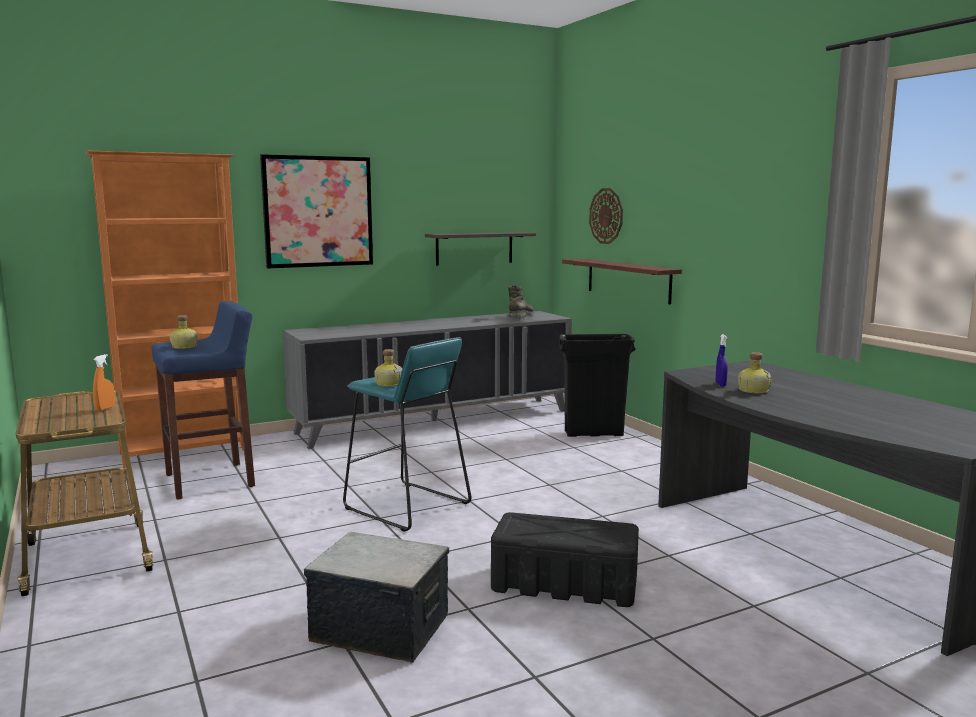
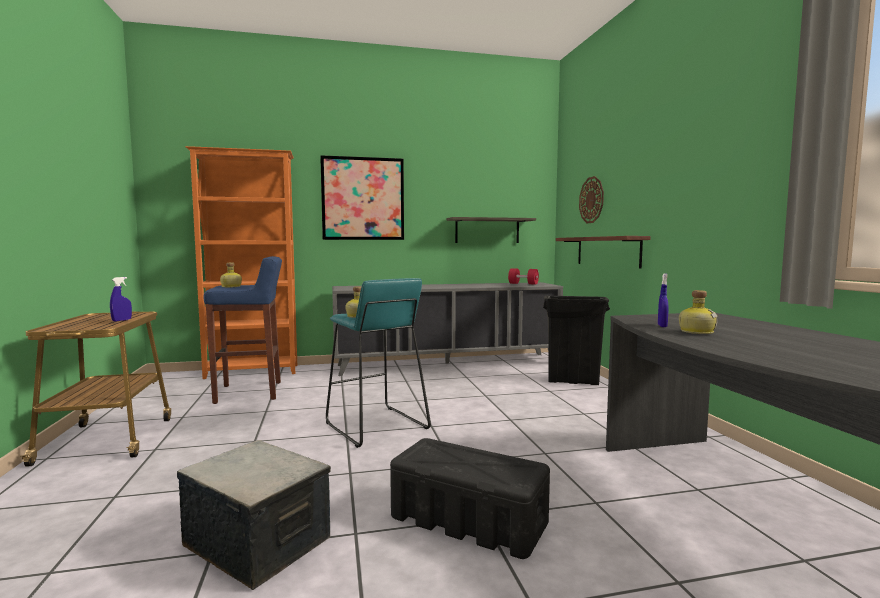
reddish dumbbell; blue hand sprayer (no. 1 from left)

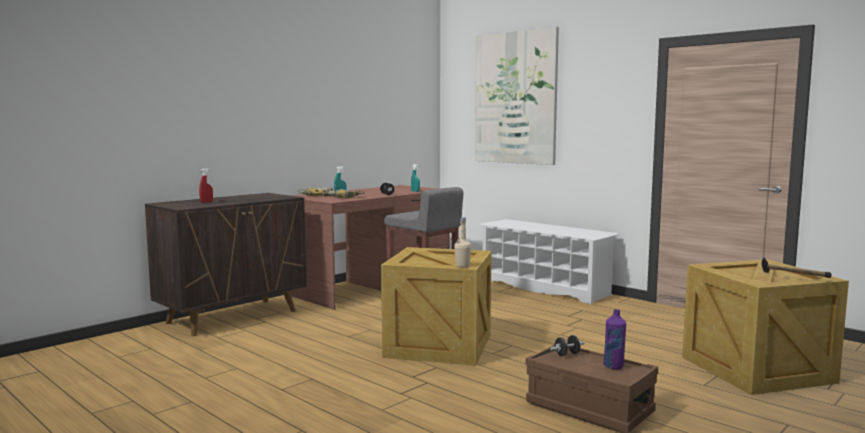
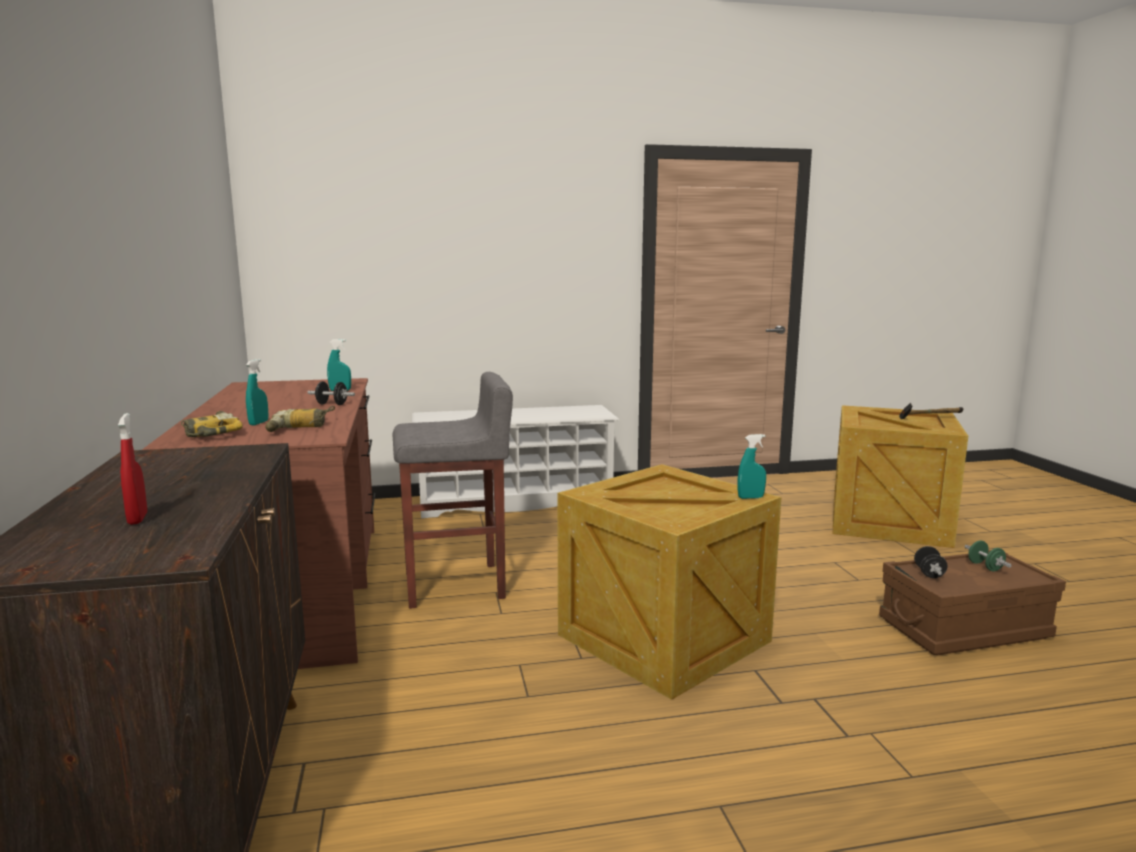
wall art; turquoise-coloured hand sprayer (no. 3 from left); green dumbbell

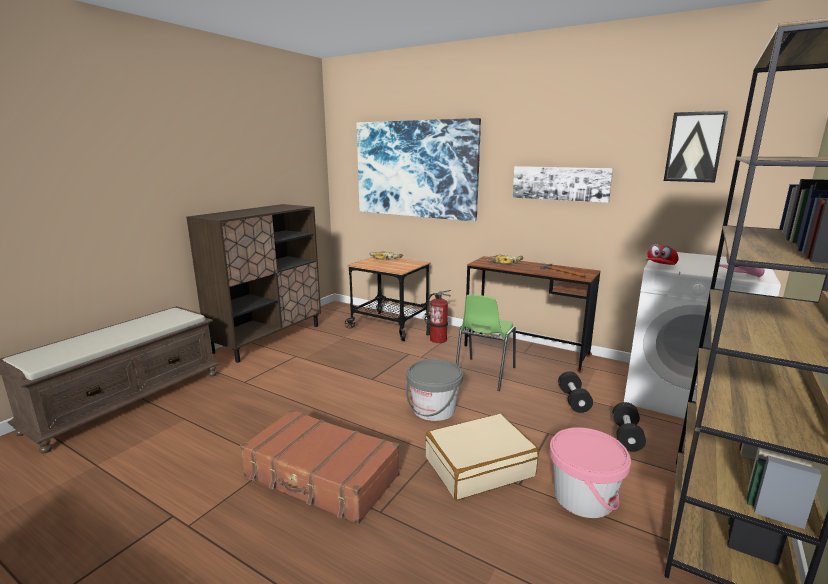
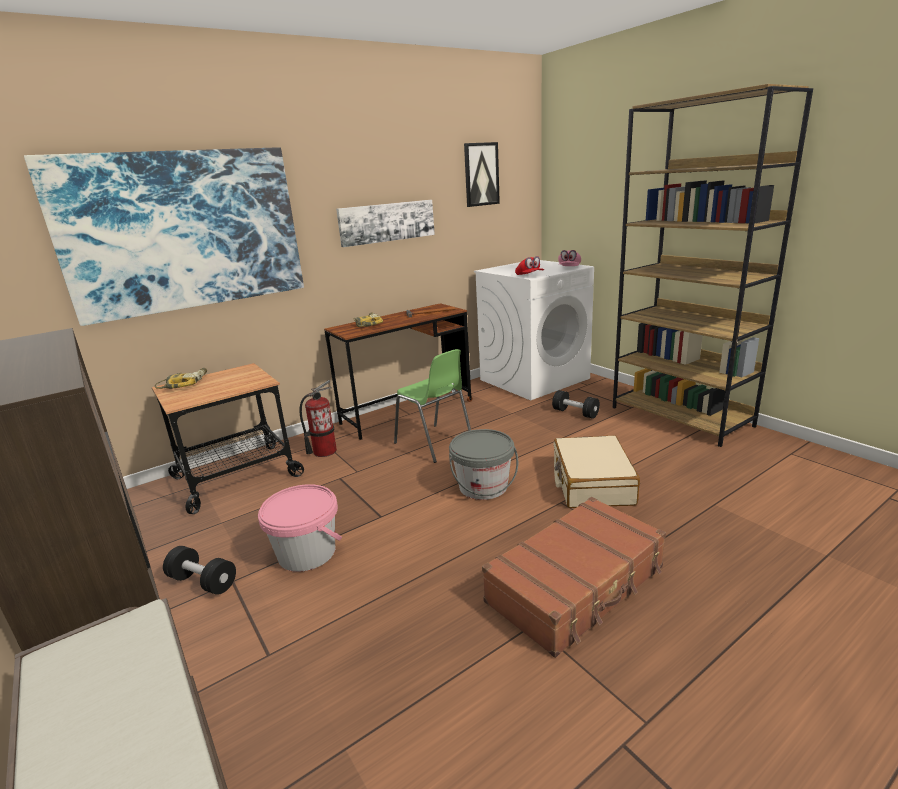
black dumbbell (no. 1 from left); pink bucket

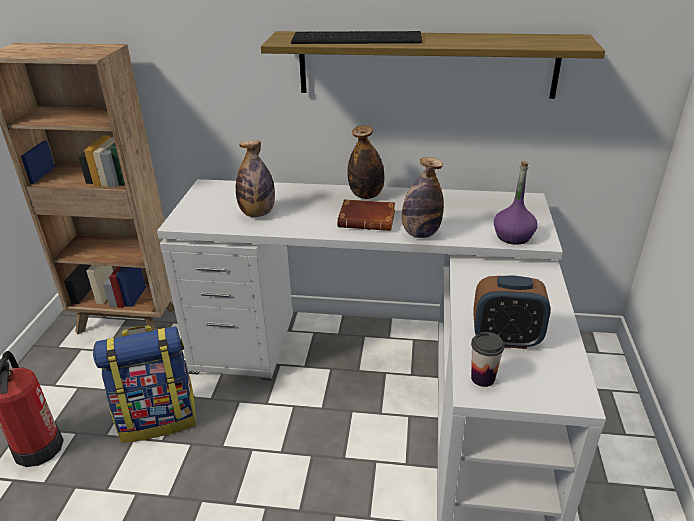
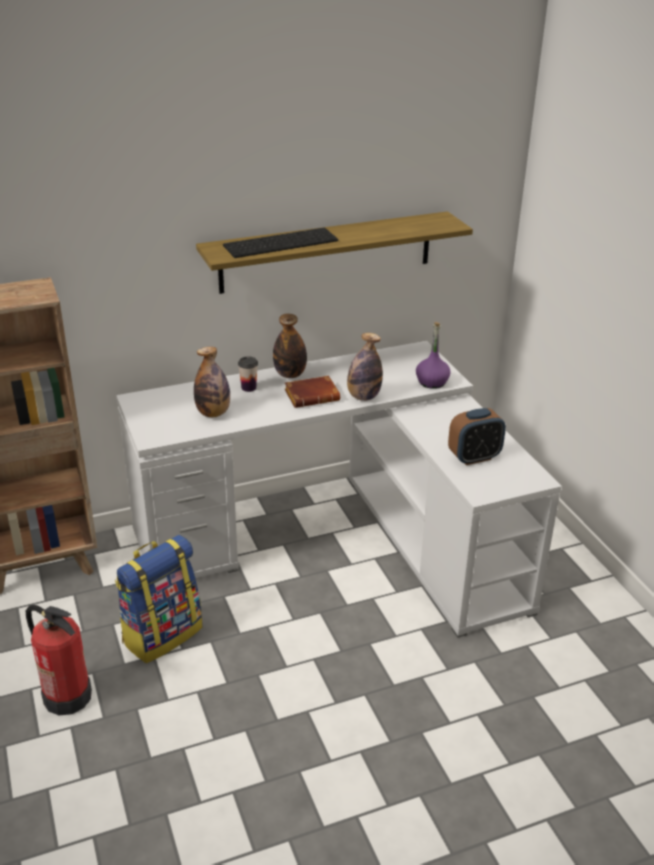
drinking cup

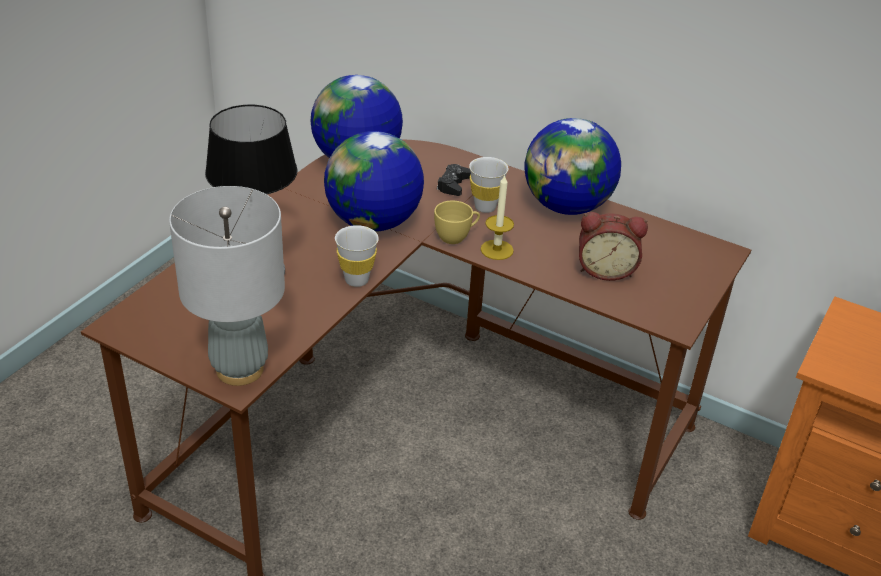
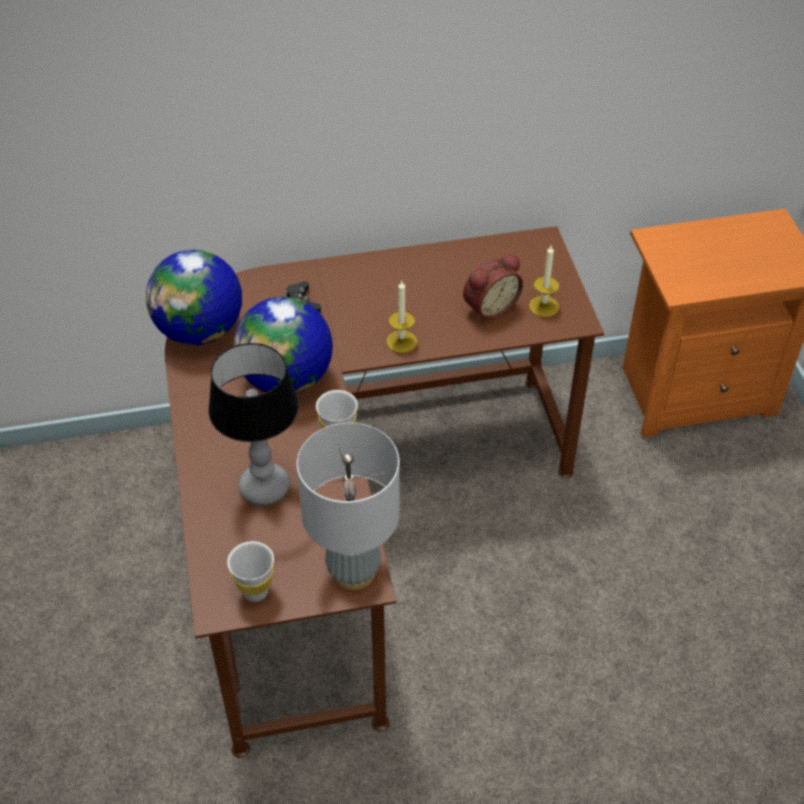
globe (no. 3 from left in the first image); whitish drinking cup (no. 1 from left); yellowish drinking cup; wax candle (no. 2 from left)

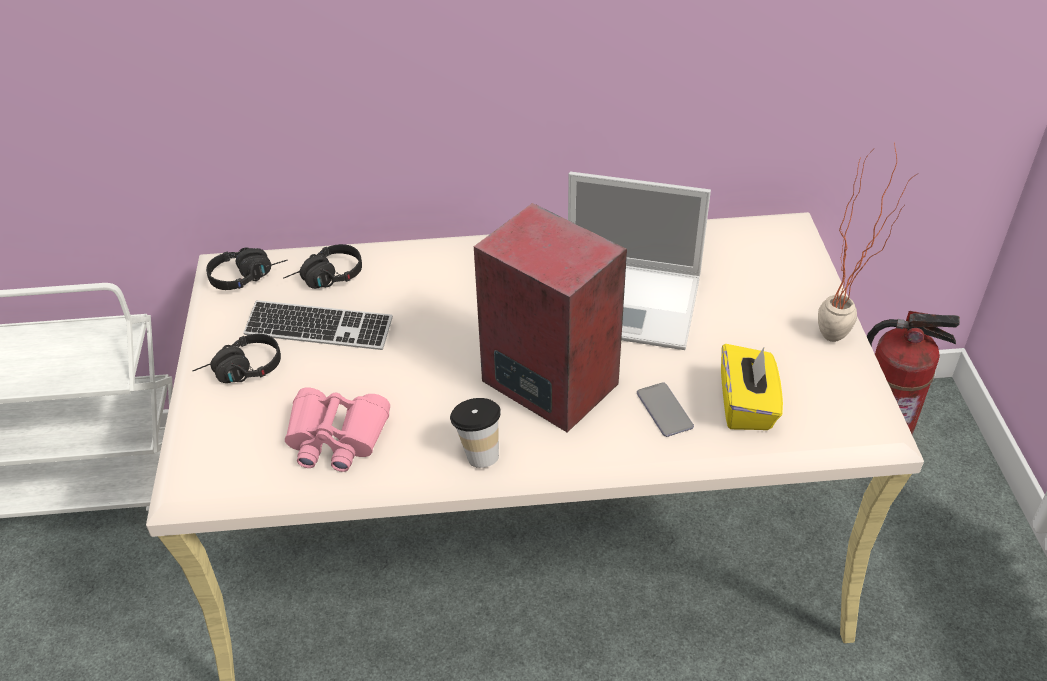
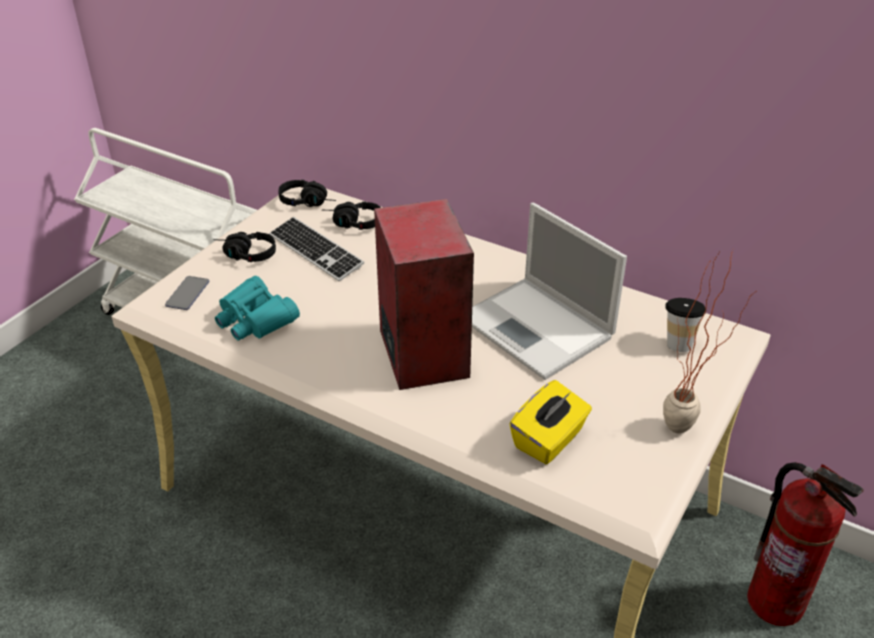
handset; turquoise-coloured field glasses; drinking cup

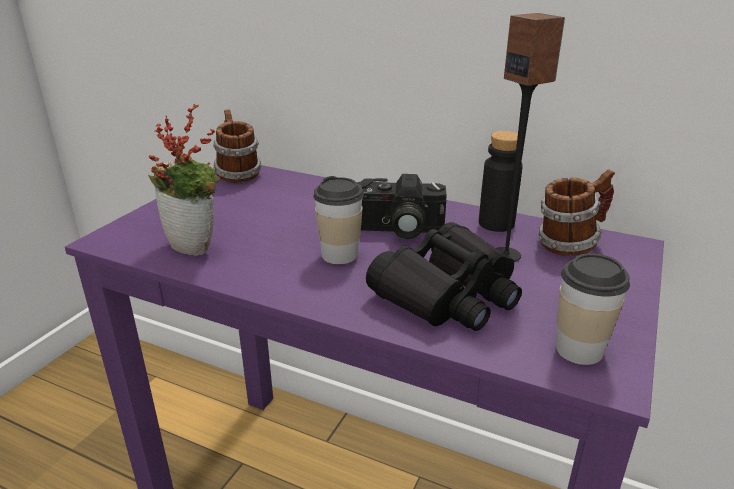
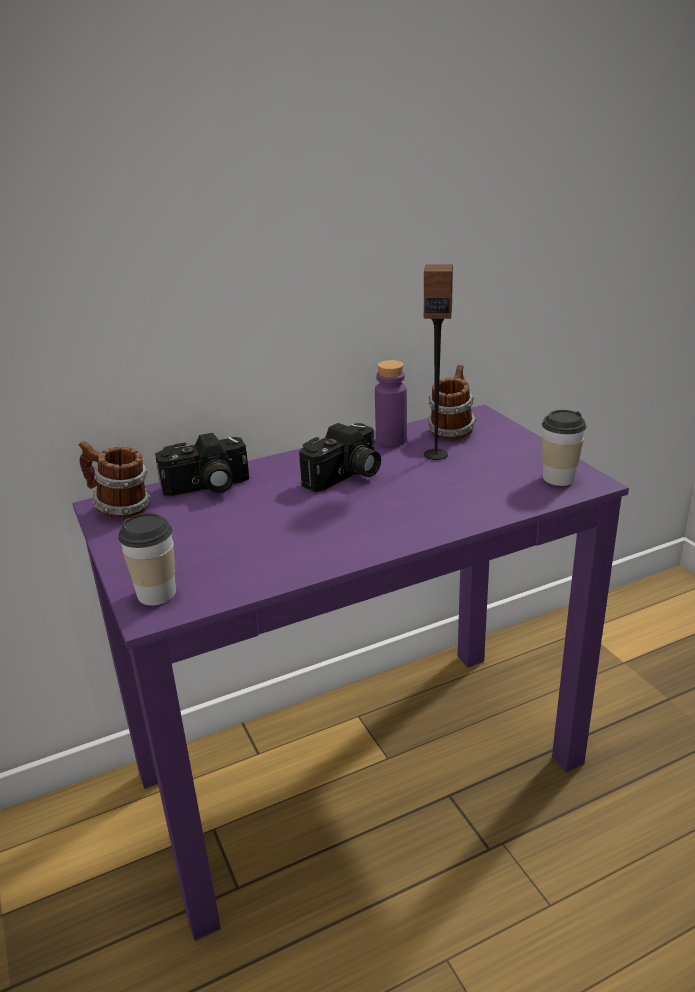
potted plant; purple drink bottle; drinking cup (no. 1 from left); black field glasses; photo camera (no. 1 from left)

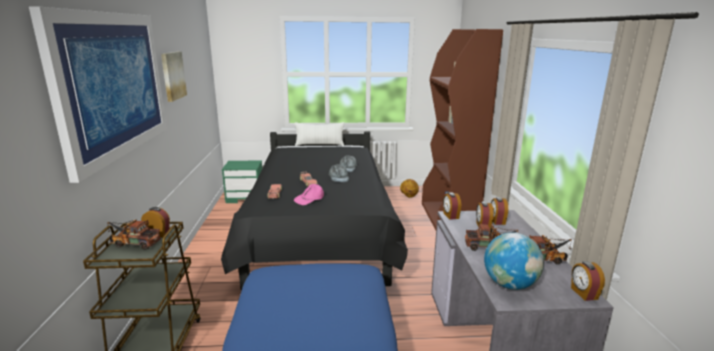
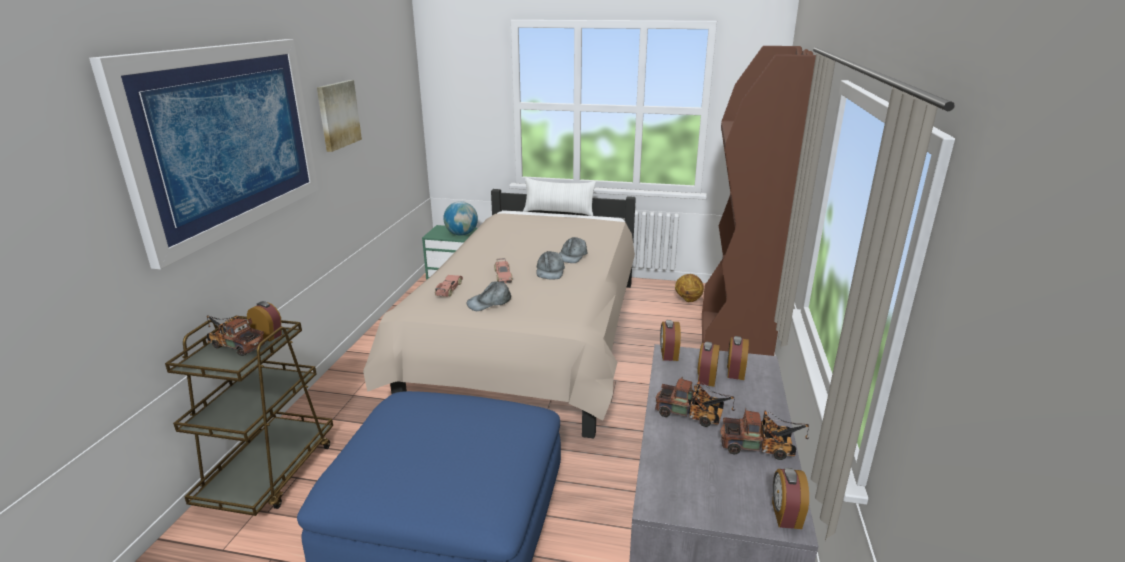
sand-coloured bed; gray cap (no. 1 from left); globe

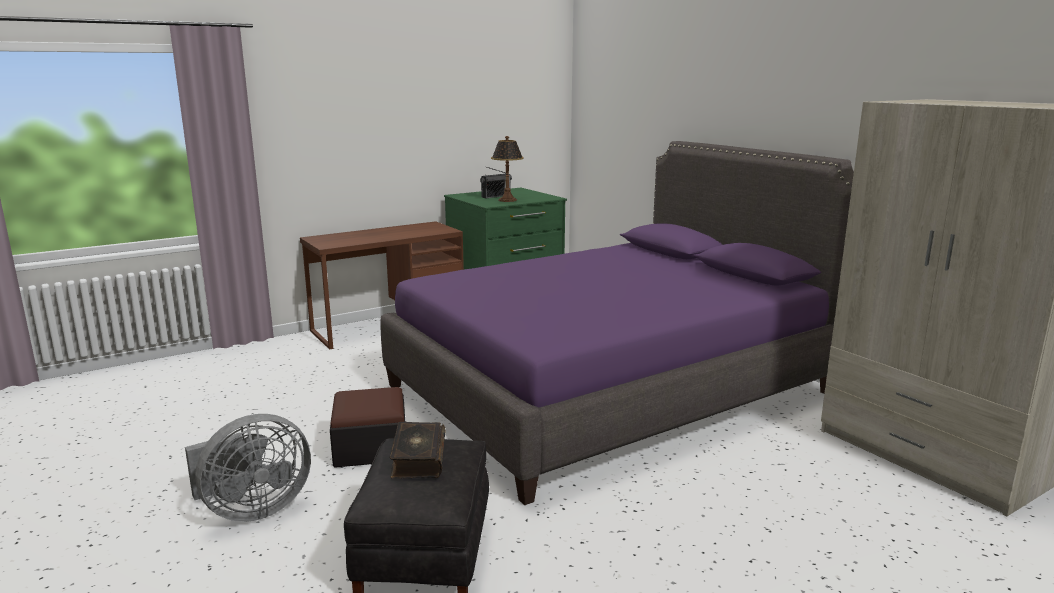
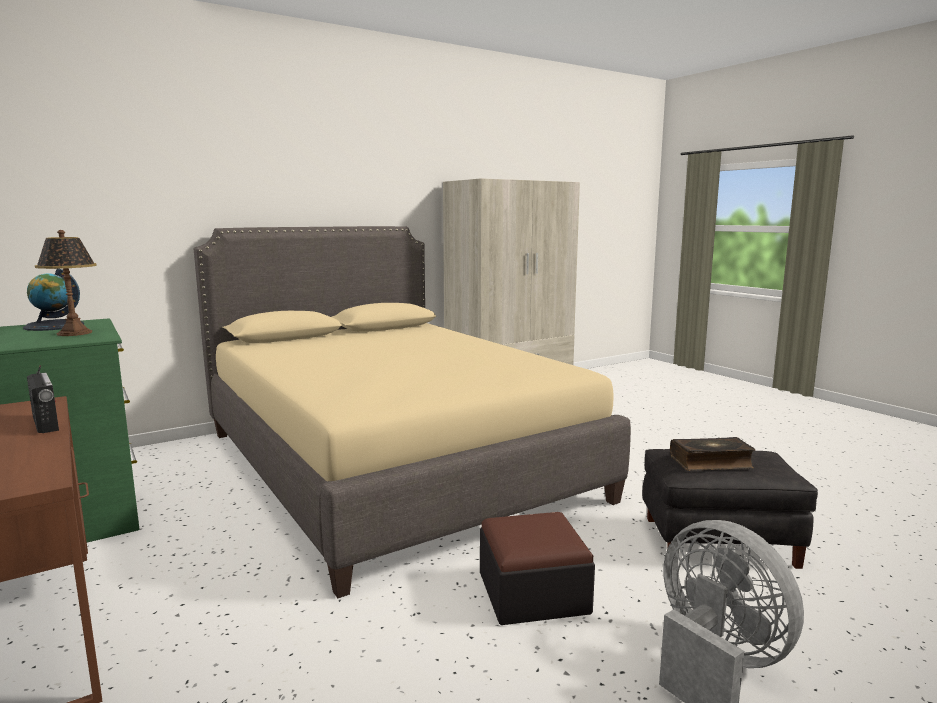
sand-coloured bed; radio; globe

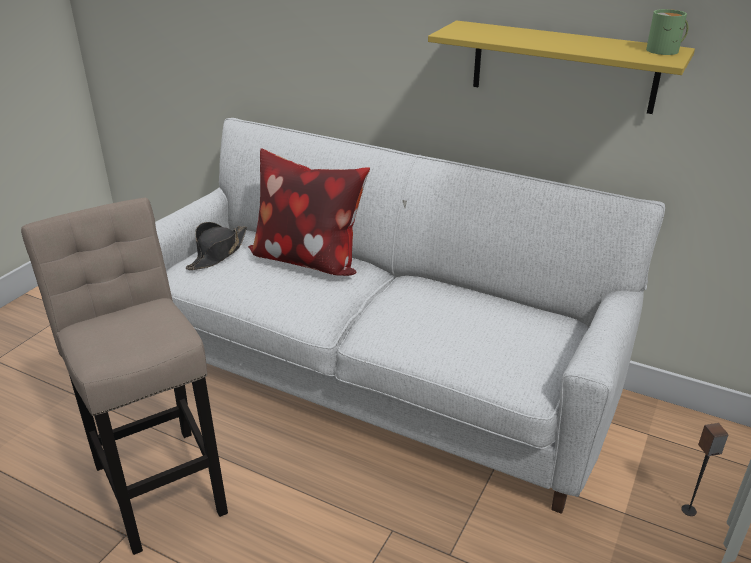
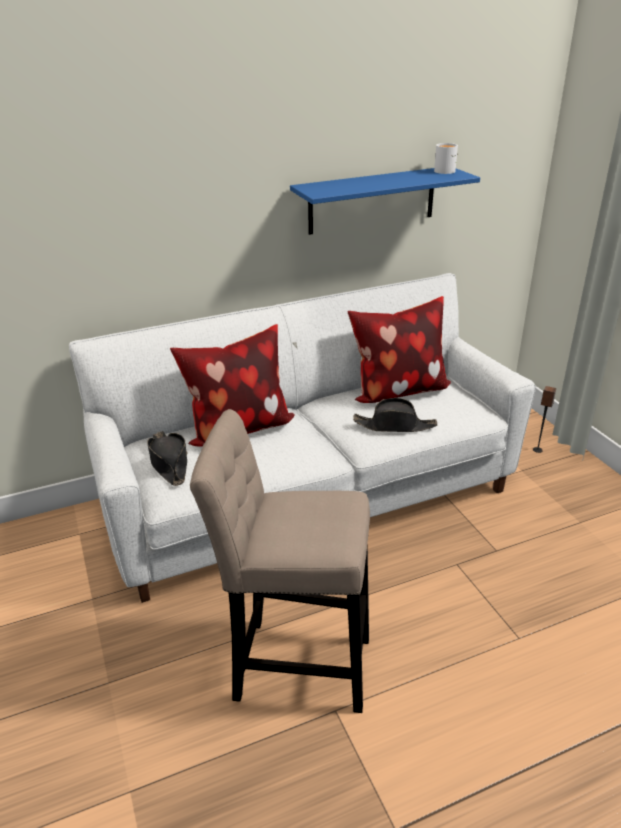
whitish tea mug; blue wall shelf; pillow (no. 2 from left); black clothing hat (no. 2 from left)

